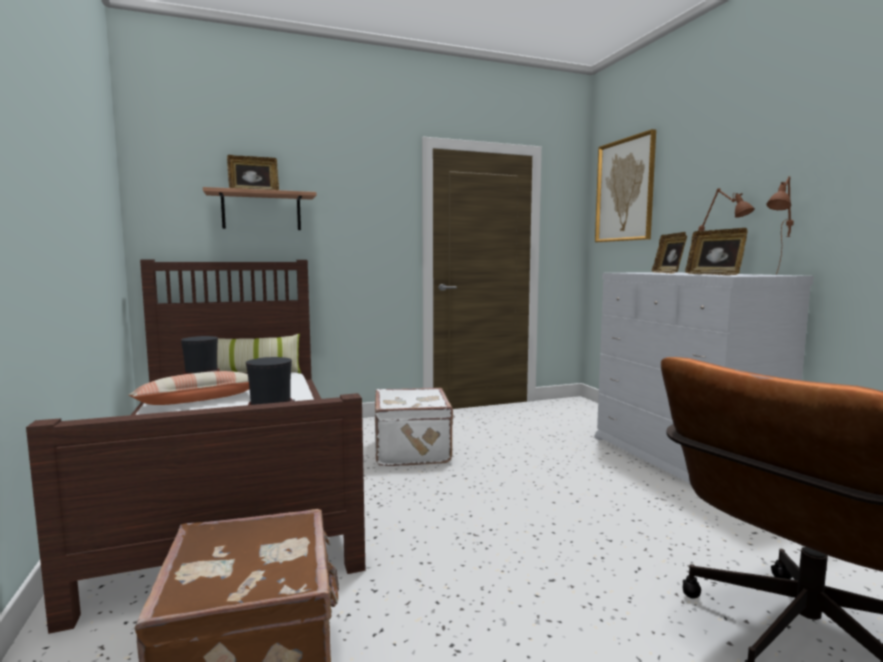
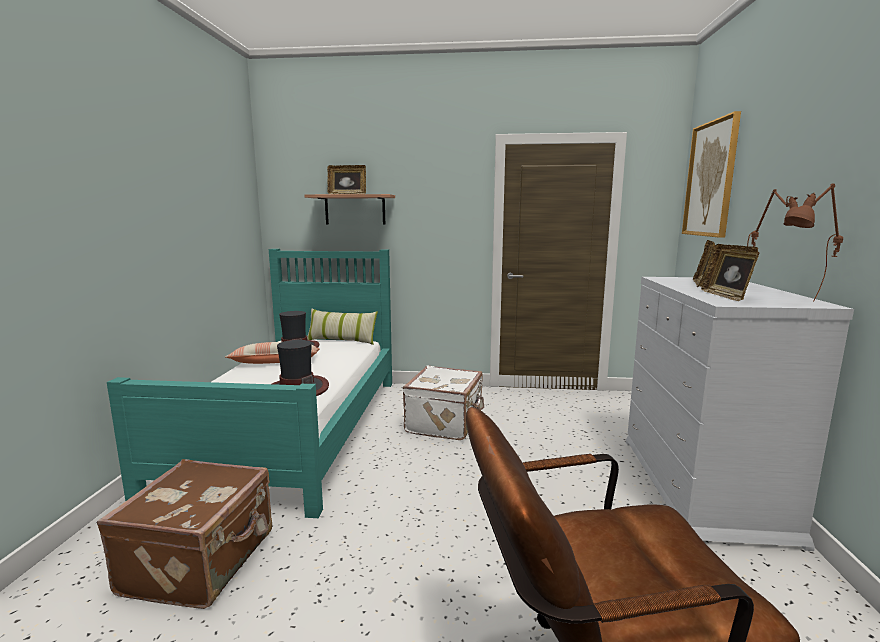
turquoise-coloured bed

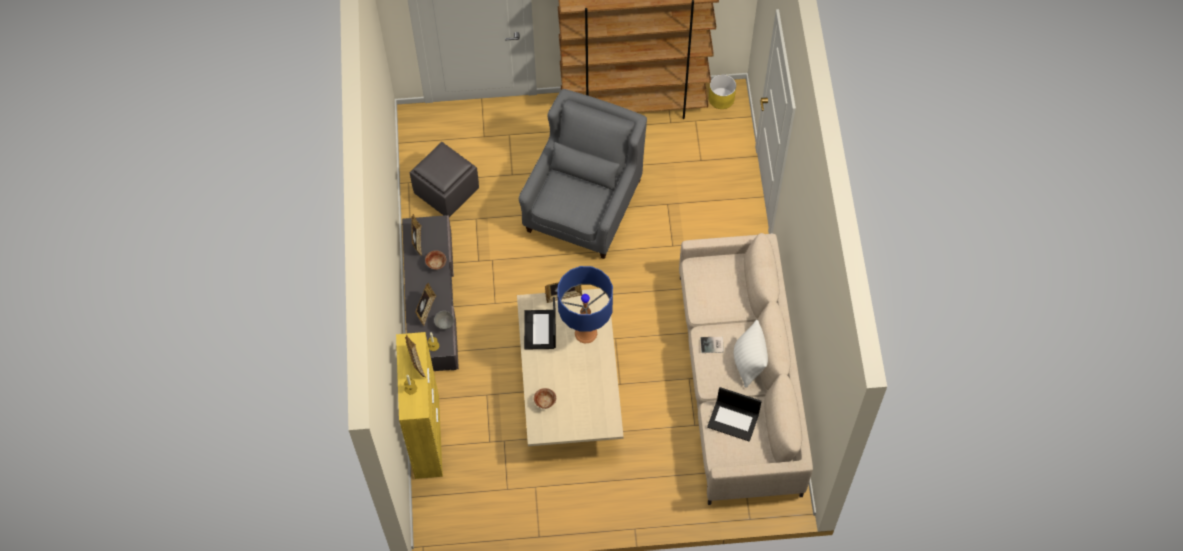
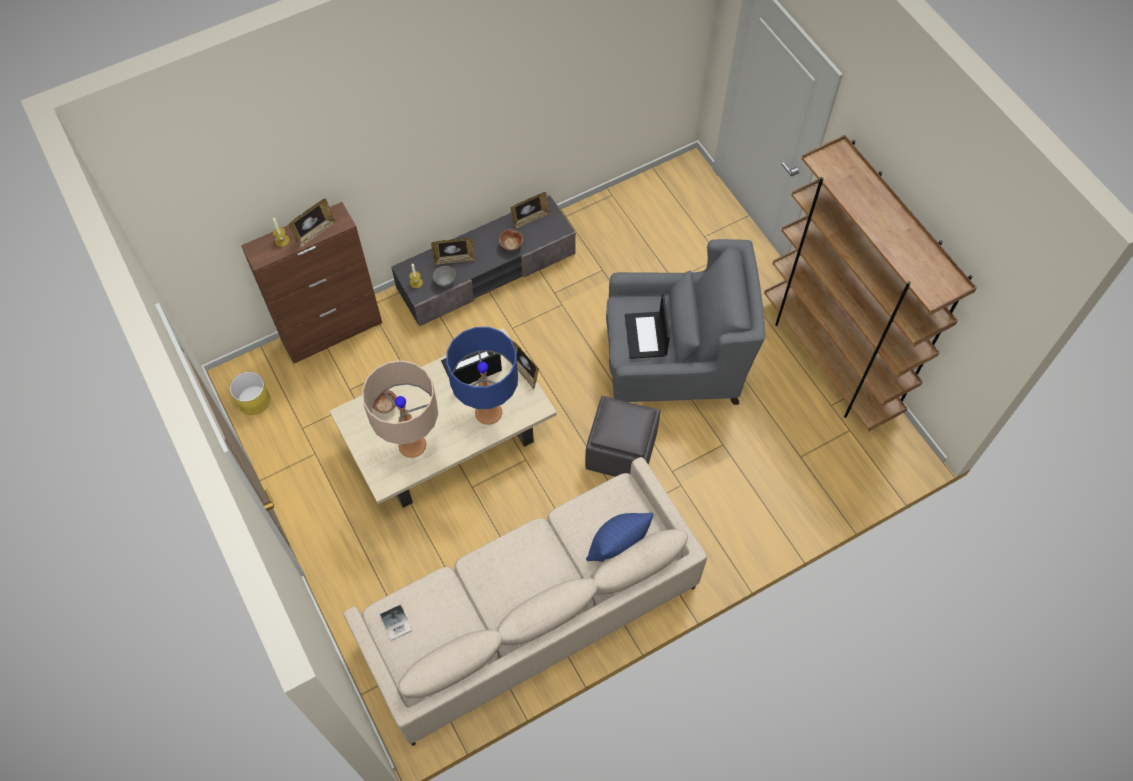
yellowish planter; gray ottoman; whitish pillow; brown-coloured cabinet; volume; portable computer (no. 2 from left); sand-coloured table lamp; blue pillow

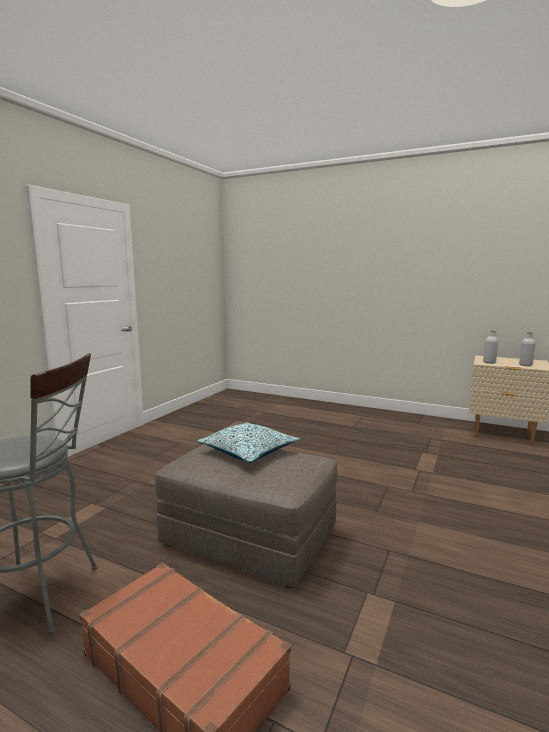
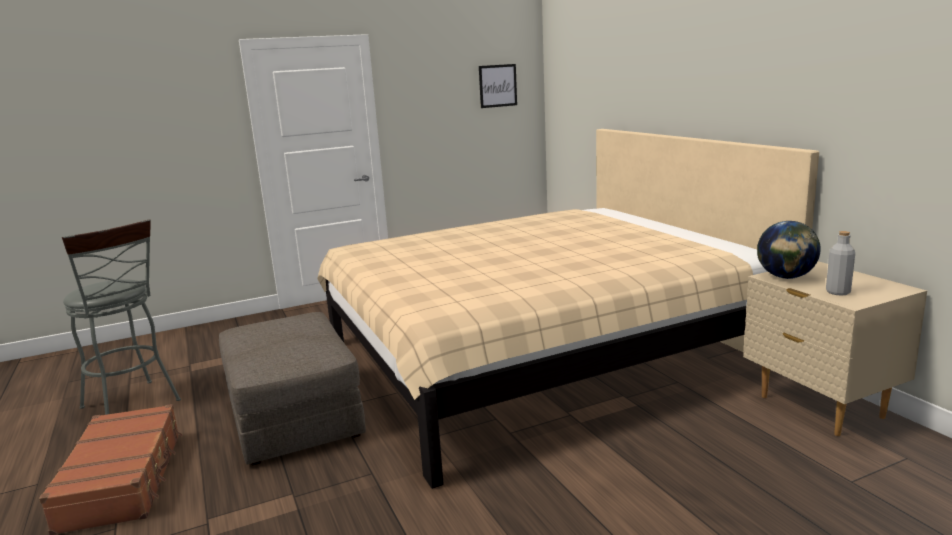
globe; pillow; wall art; sand-coloured bed

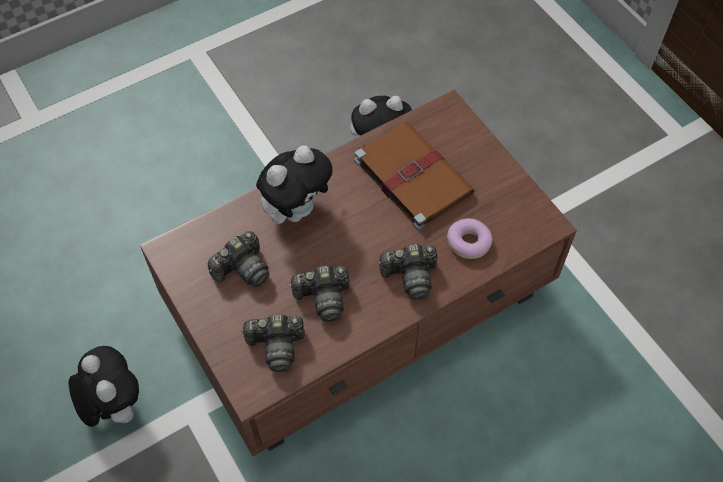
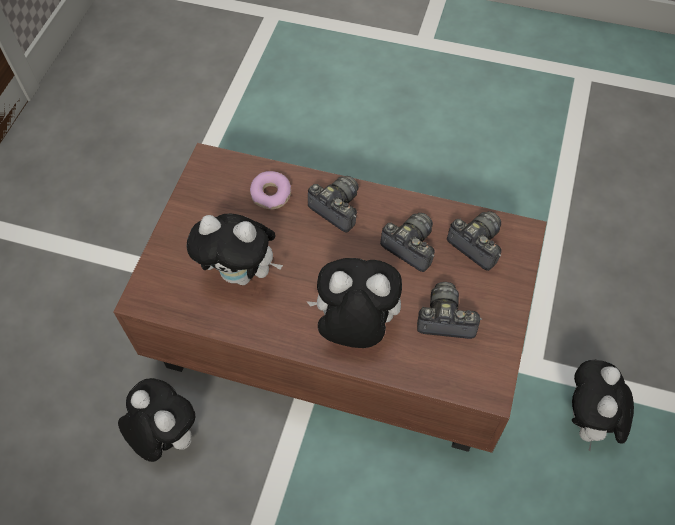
cuddly toy (no. 2 from left)

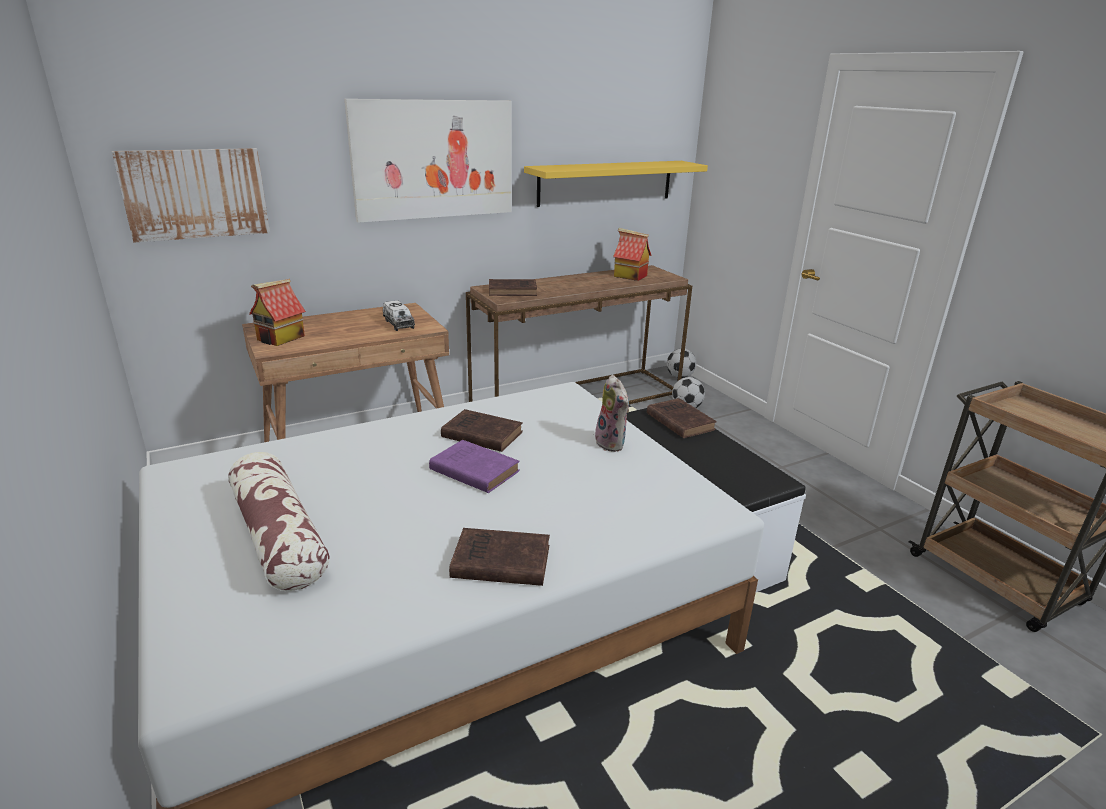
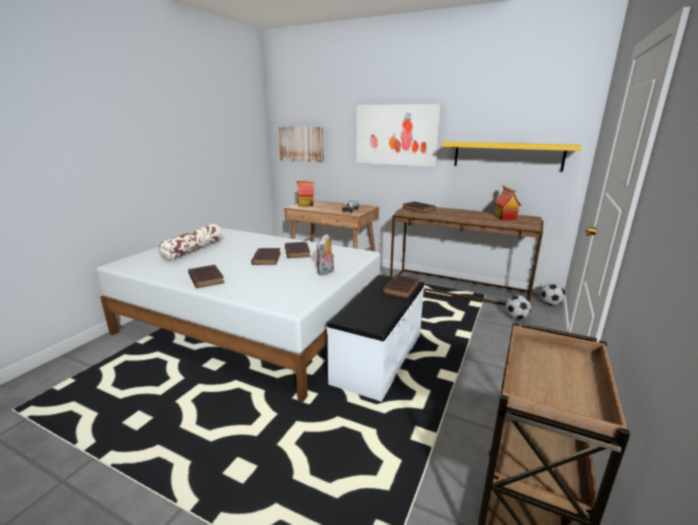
brown-coloured volume (no. 2 from left)

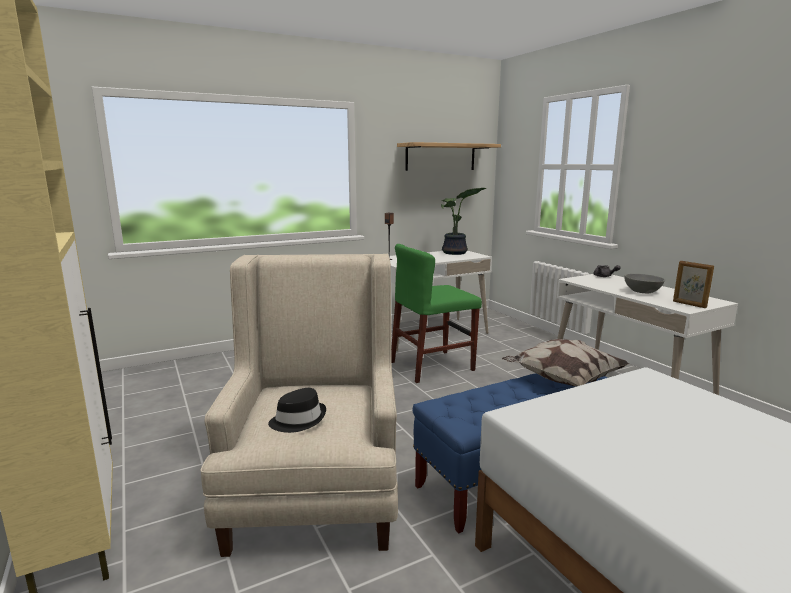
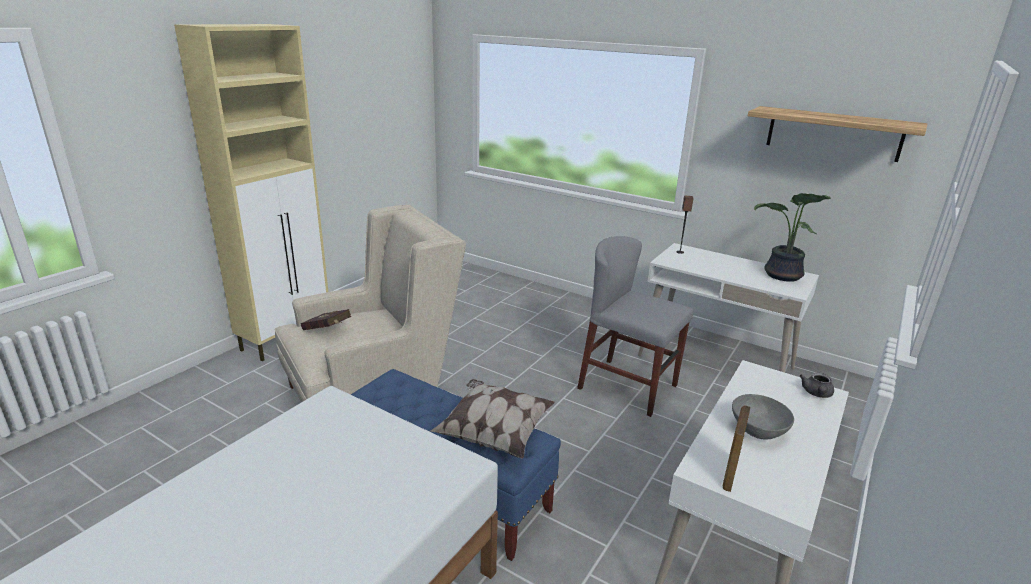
gray plain chair; reddish volume

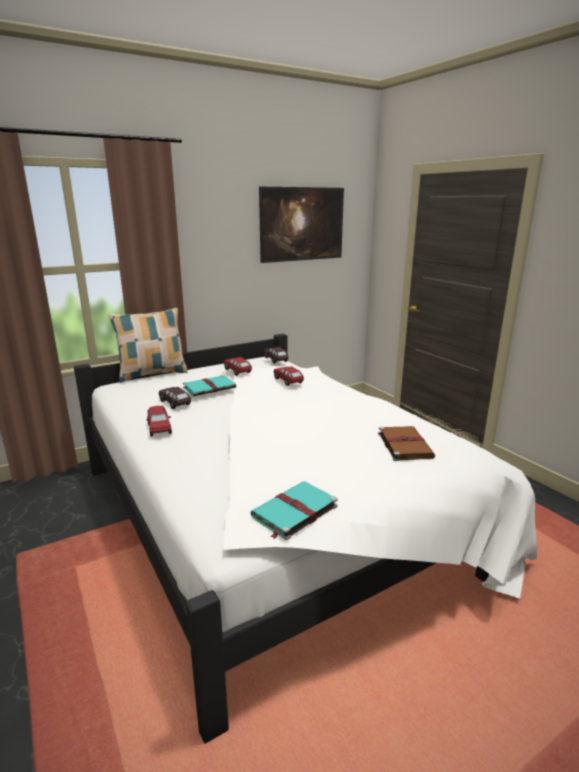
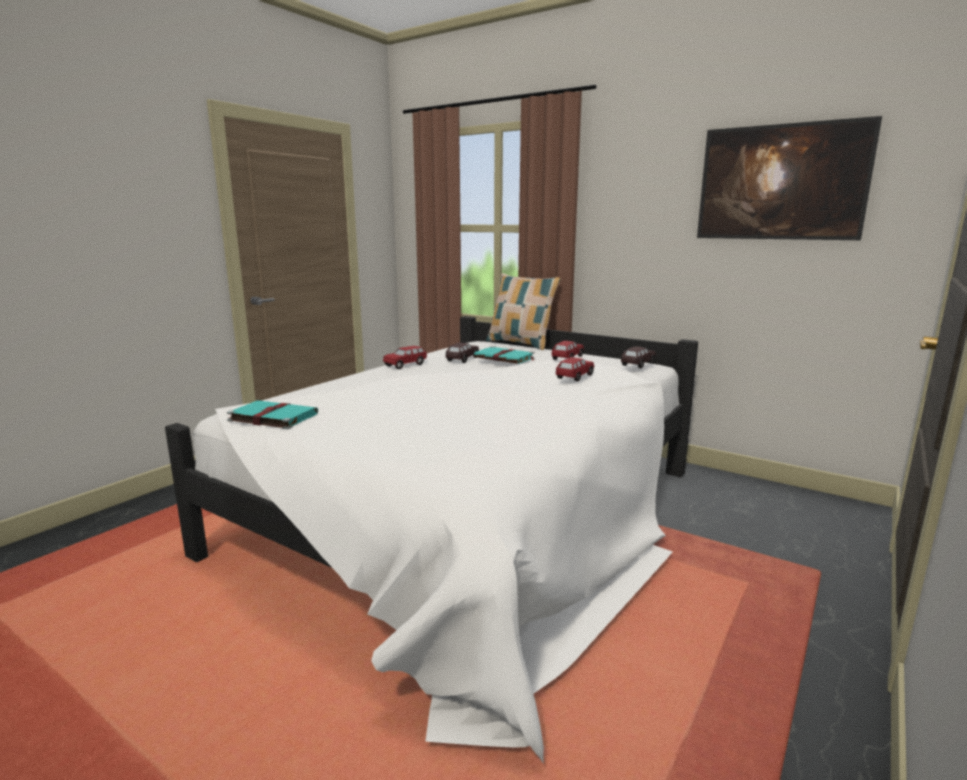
brown-coloured volume

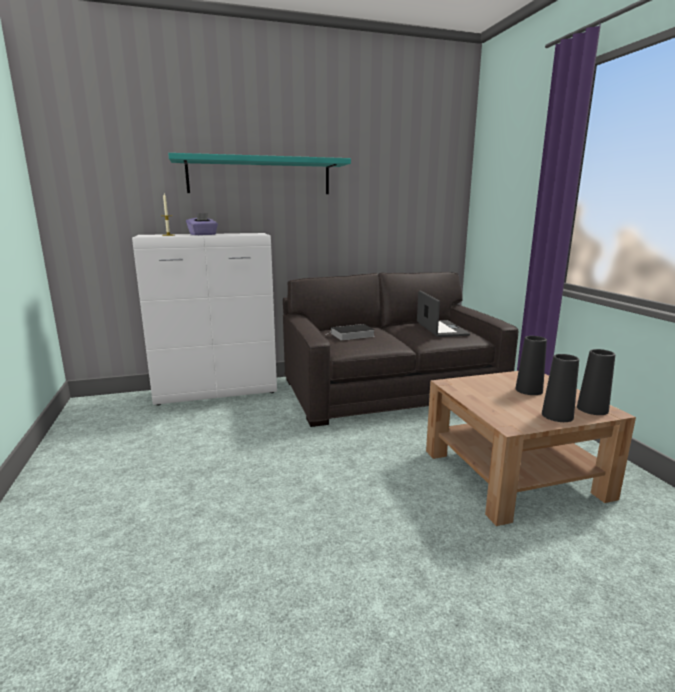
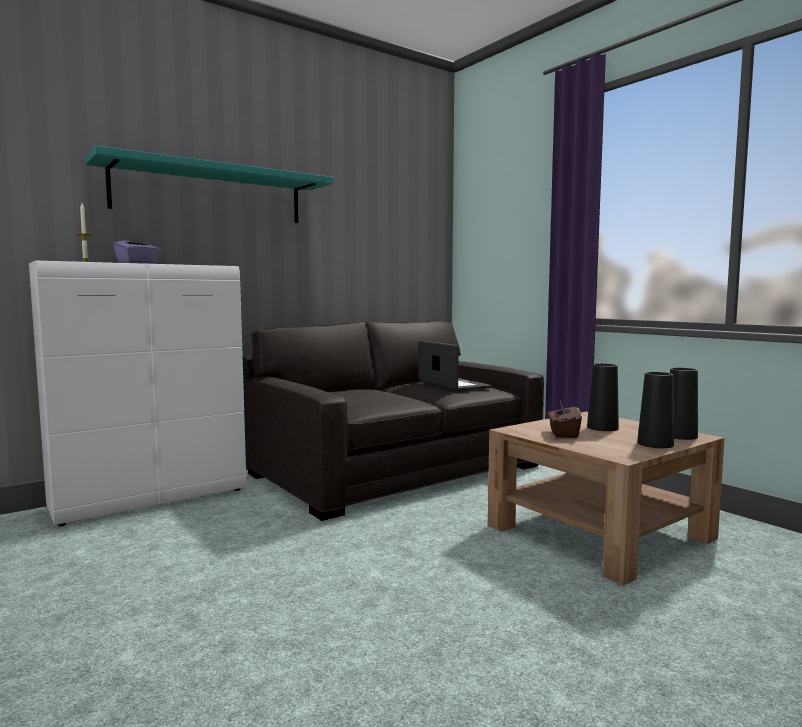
volume; brown-coloured tissue box

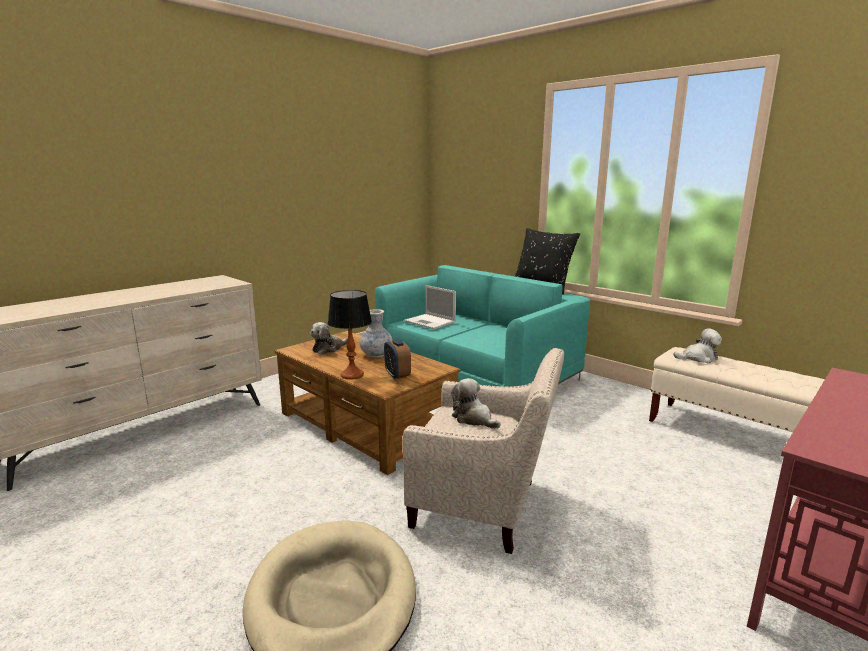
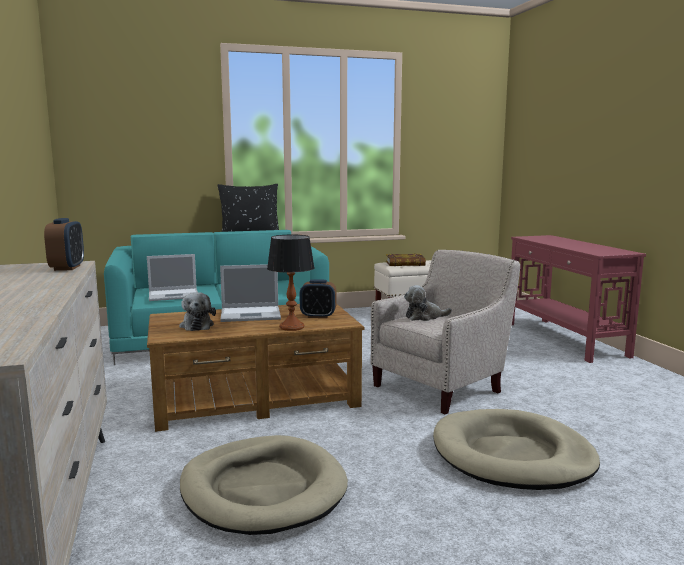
portable computer (no. 2 from left); volume; alarm clock (no. 1 from left); sand-coloured pet bed (no. 1 from left)

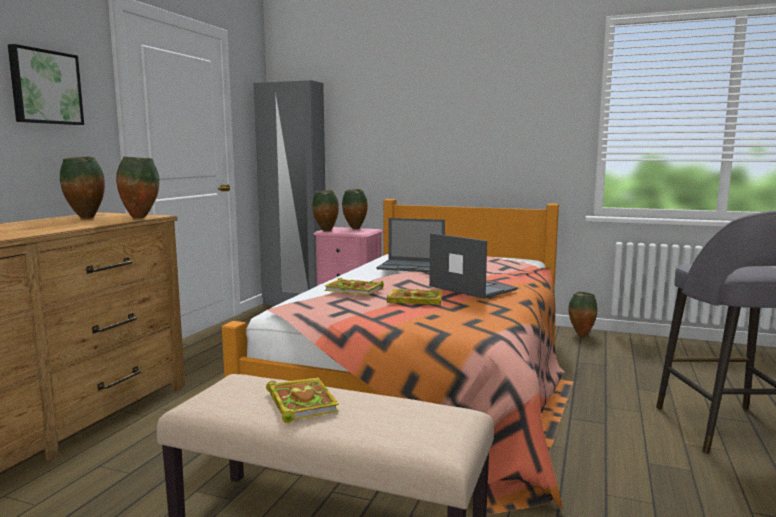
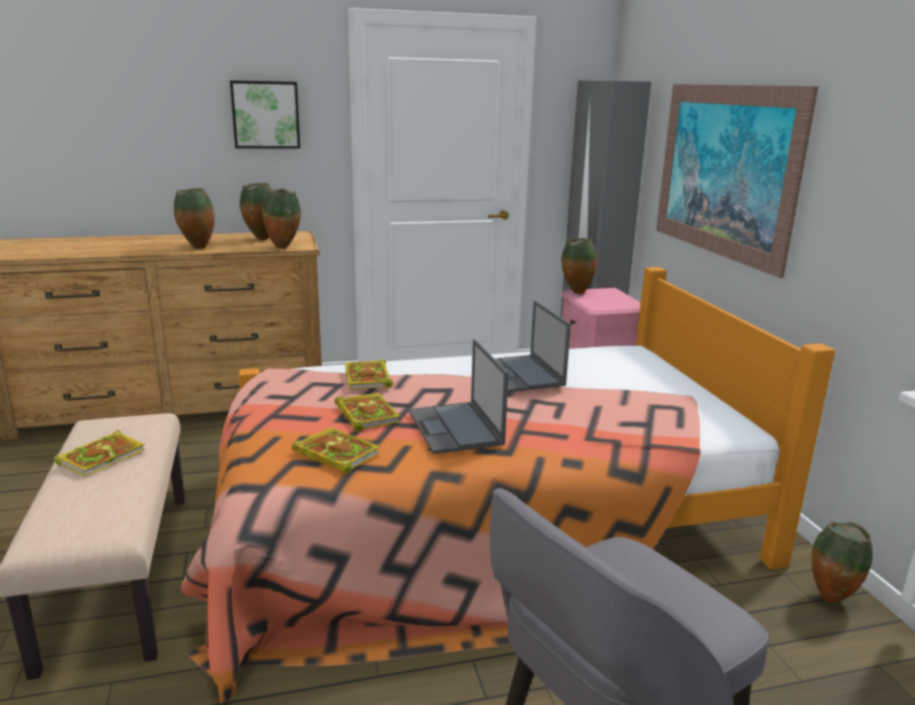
decorative vase (no. 1 from left); portable computer (no. 1 from left); wall art (no. 2 from left); volume (no. 2 from left)

